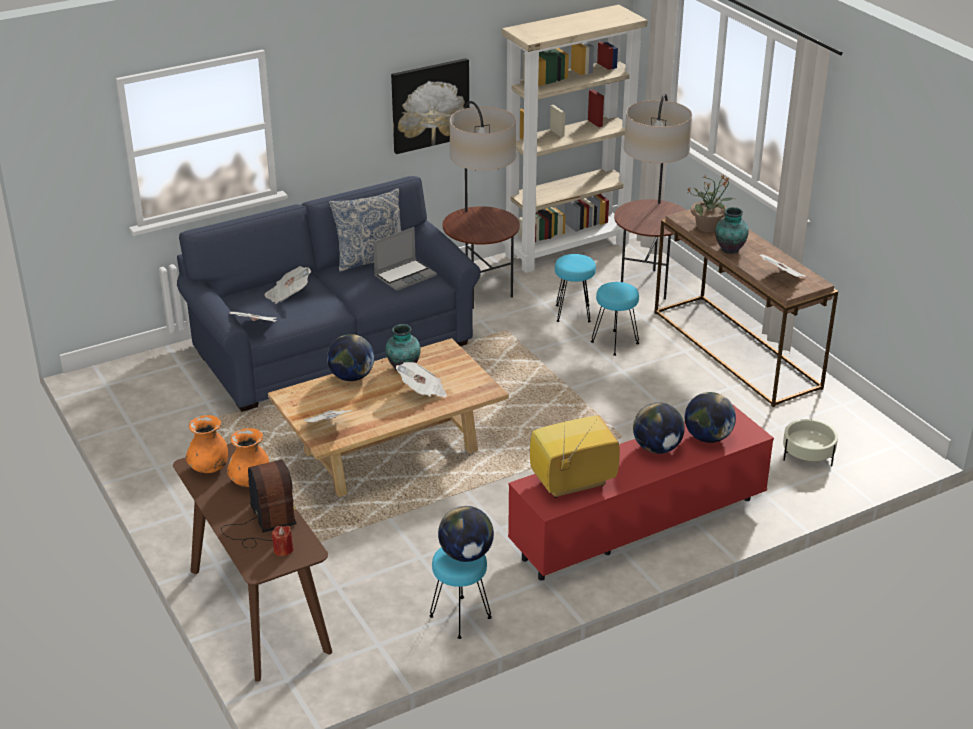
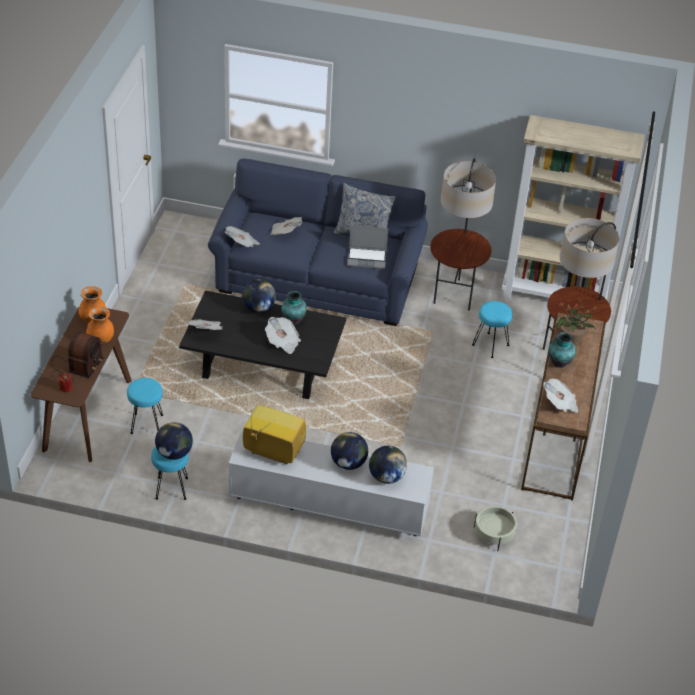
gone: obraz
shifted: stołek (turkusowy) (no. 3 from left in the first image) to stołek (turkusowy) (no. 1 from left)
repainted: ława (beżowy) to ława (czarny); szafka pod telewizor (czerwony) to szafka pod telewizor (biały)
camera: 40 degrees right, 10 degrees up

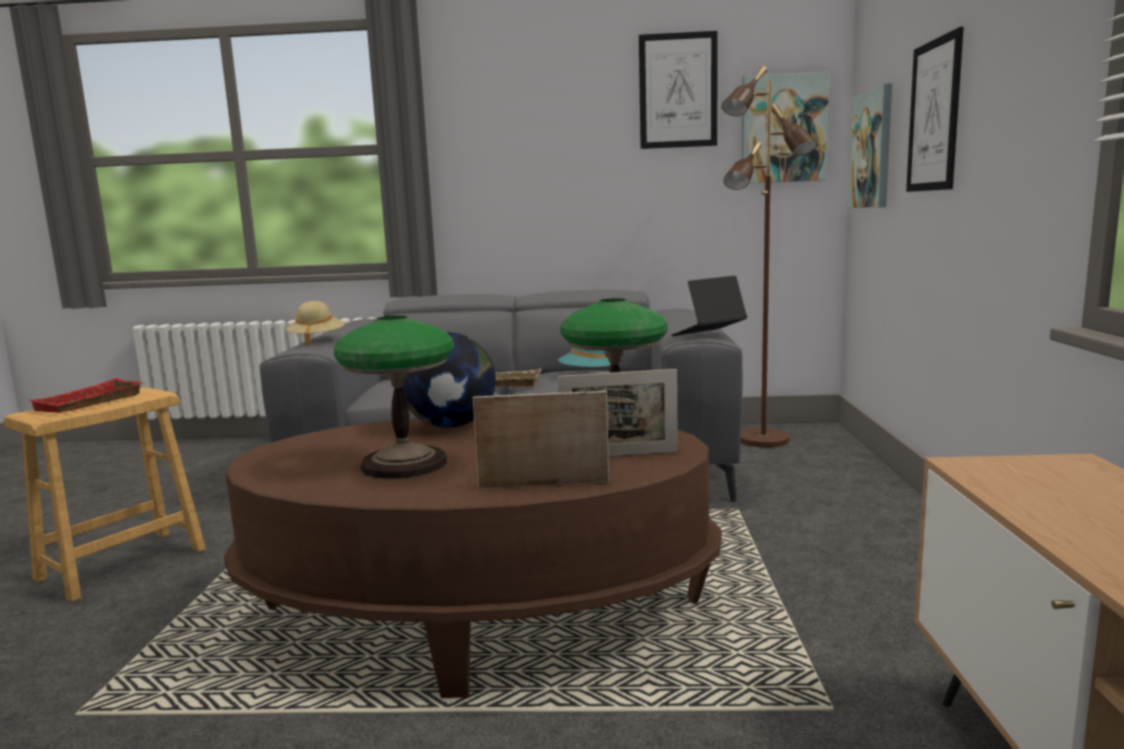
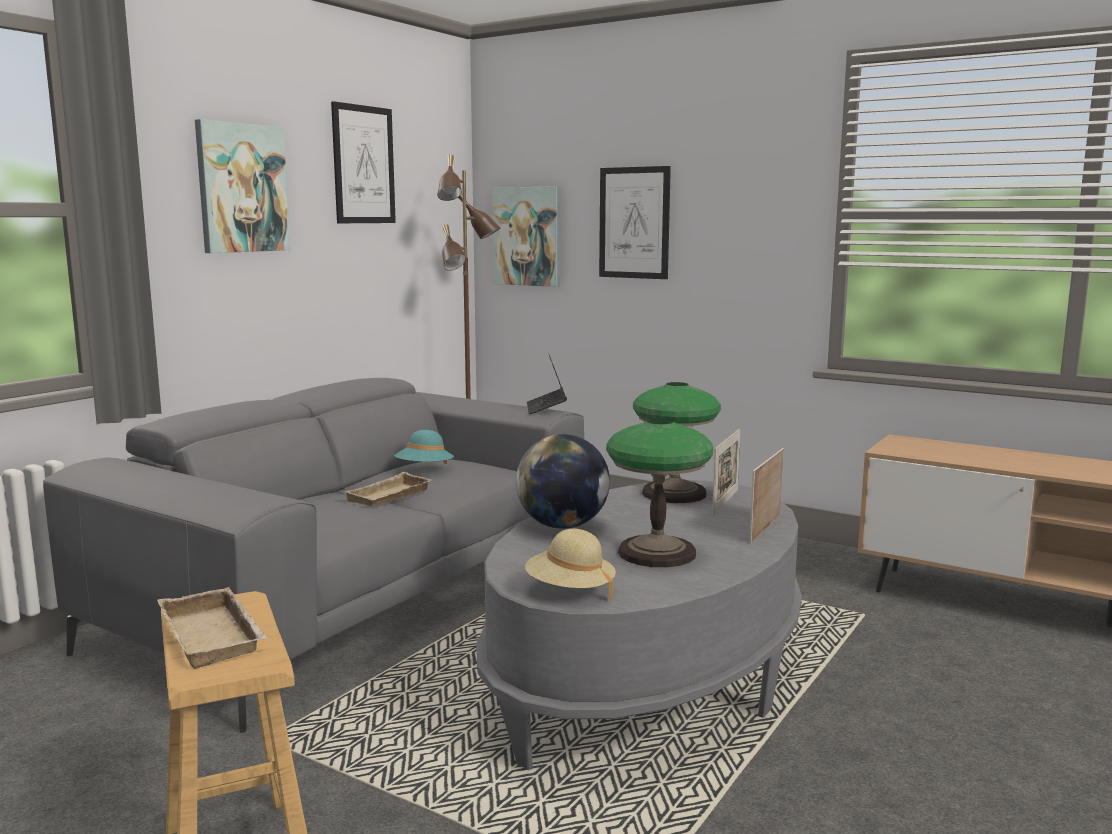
shifted: obraz (no. 2 from left in the first image) to obraz (no. 1 from left); kapelusz (beżowy)
repainted: taca (czerwony) to taca (beżowy) (no. 1 from left); ława (brązowy) to ława (szary)
camera: 60 degrees left, 0 degrees up

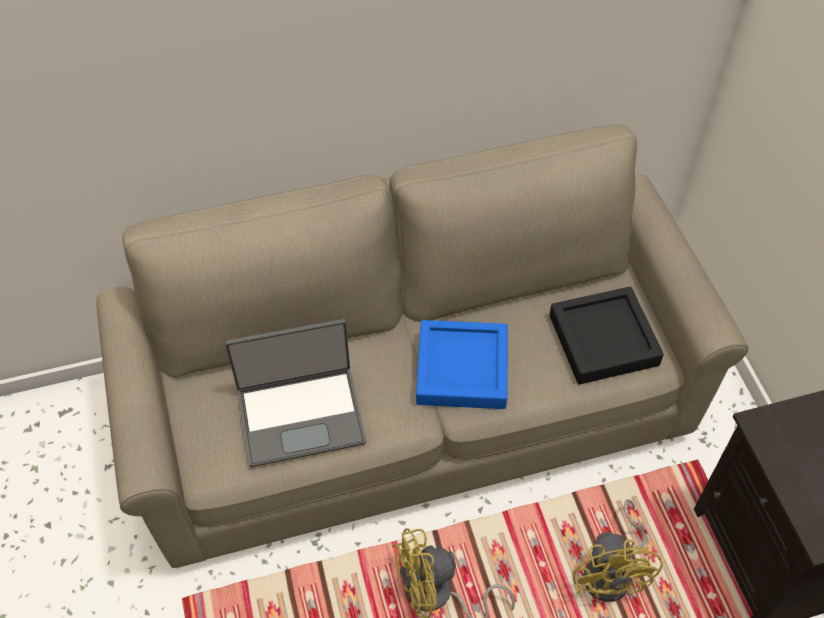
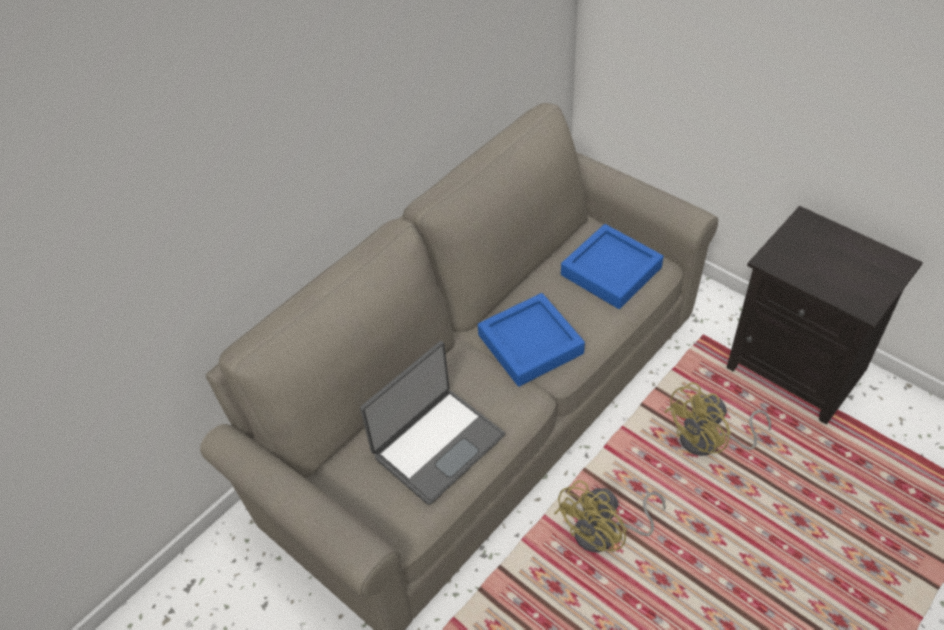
repainted: taca (czarny) to taca (niebieski) (no. 2 from left)
rotated: wentylator (żółty) (no. 2 from left) 90 degrees clockwise
camera: 30 degrees left, 5 degrees down

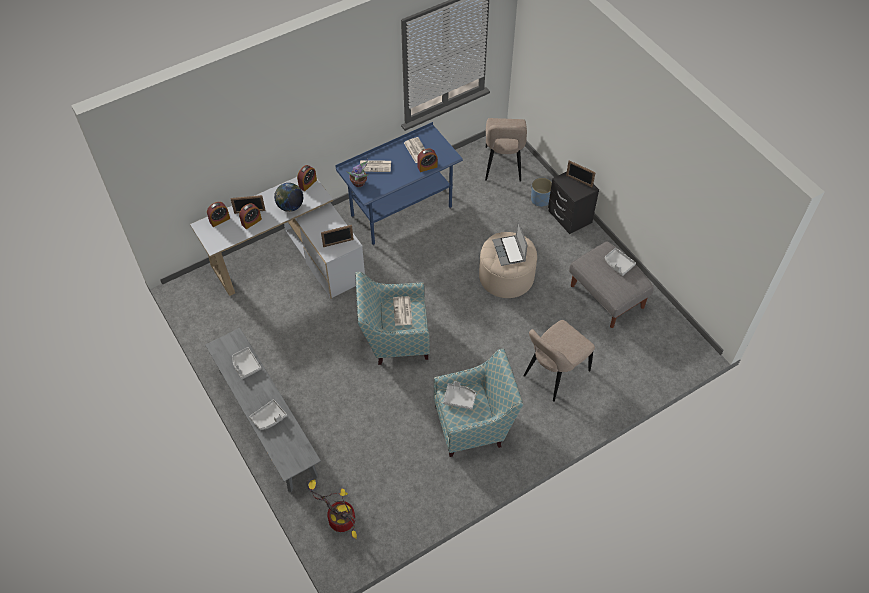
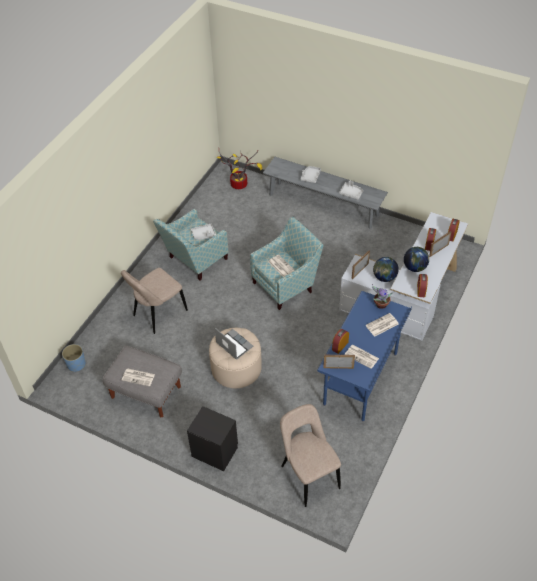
new: globus (no. 1 from left)
shifted: donica (niebieski); ramka na zdjęcie (no. 3 from left in the first image) to ramka na zdjęcie (no. 1 from left)
swapped: taca (szary) (no. 4 from left) to gazeta (no. 1 from left)
rotated: krzesło (beżowy) (no. 2 from left in the first image) 150 degrees counterclockwise
camera: 150 degrees right, 5 degrees down

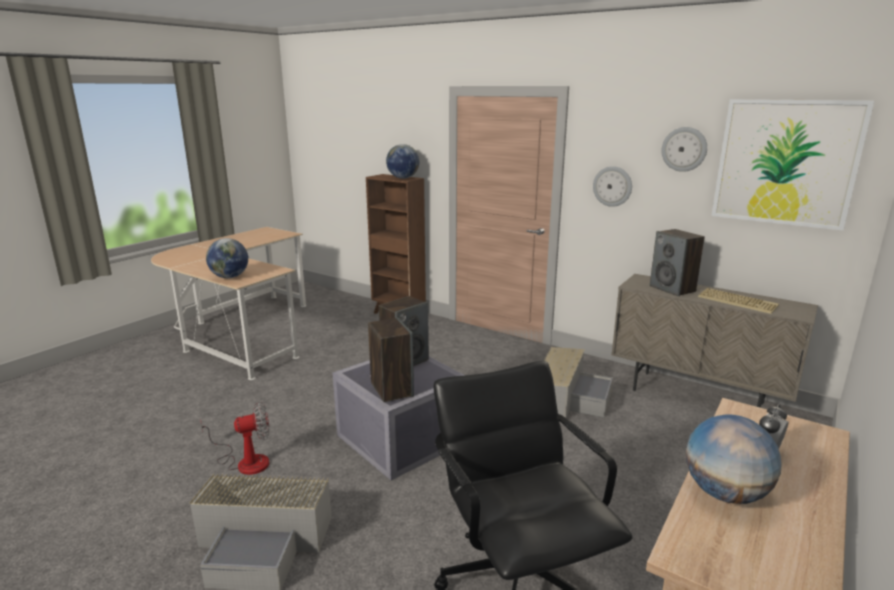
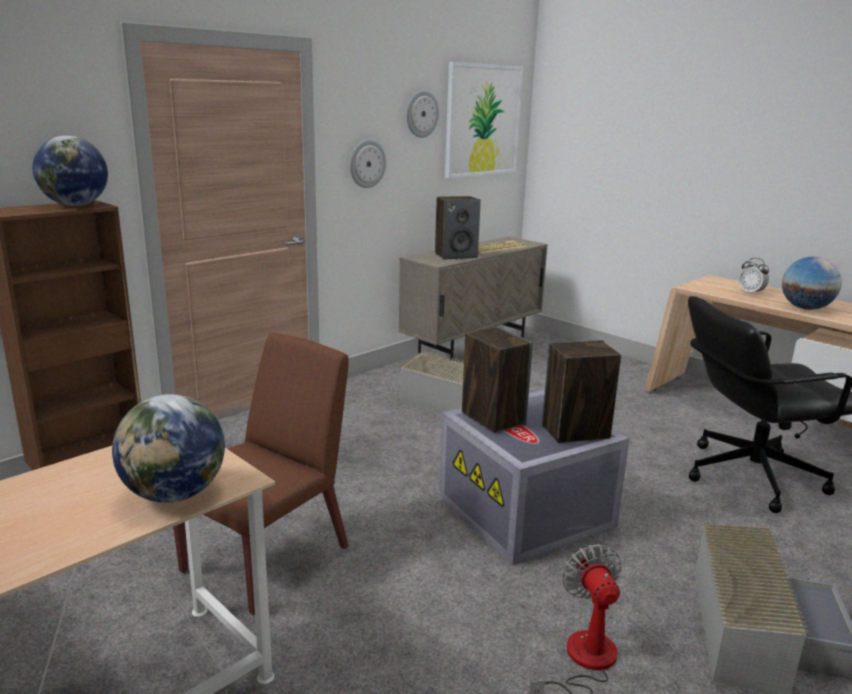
new: krzesło (brązowy)
camera: 80 degrees left, 0 degrees up

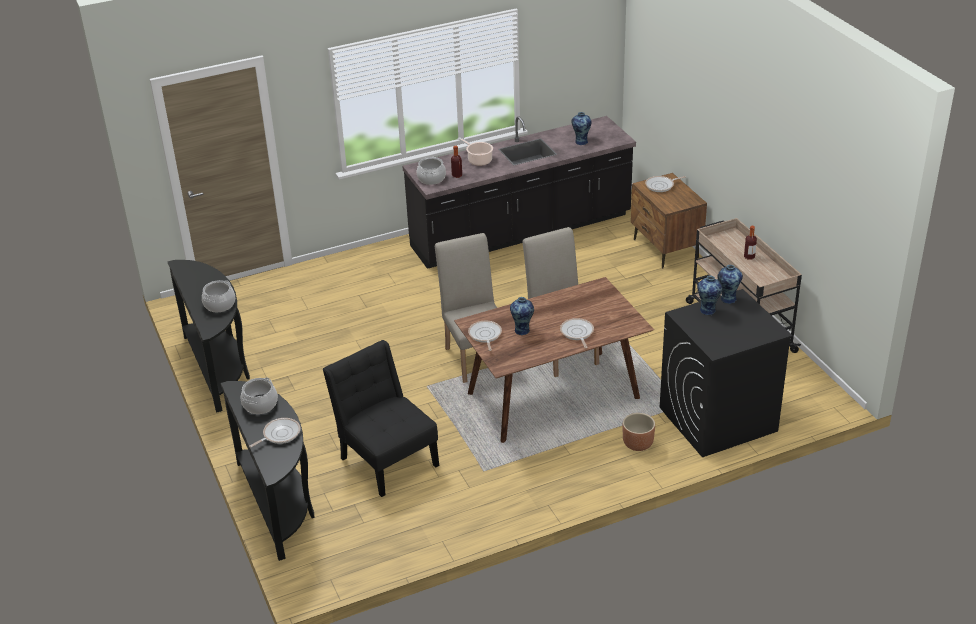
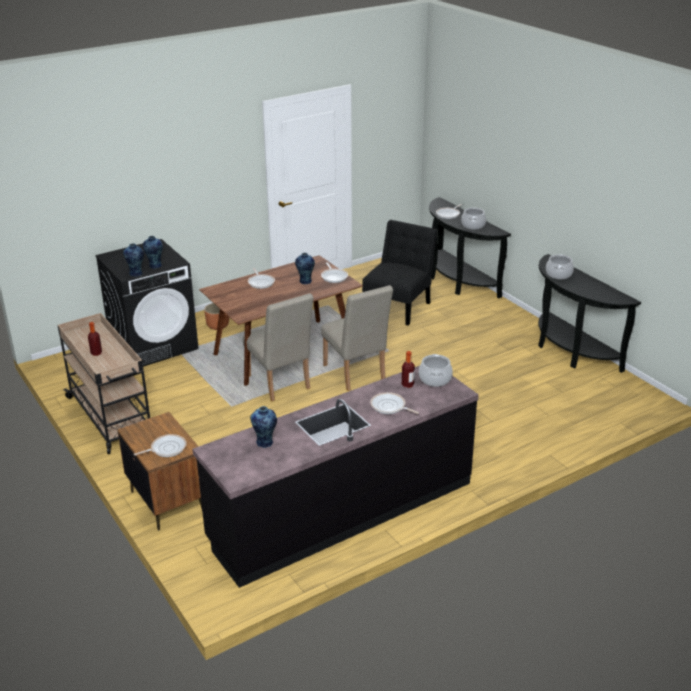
swapped: garnek (no. 4 from left) to patelnia (no. 4 from left)
rotated: krzesło (czarny) 105 degrees counterclockwise
camera: 170 degrees right, 5 degrees down

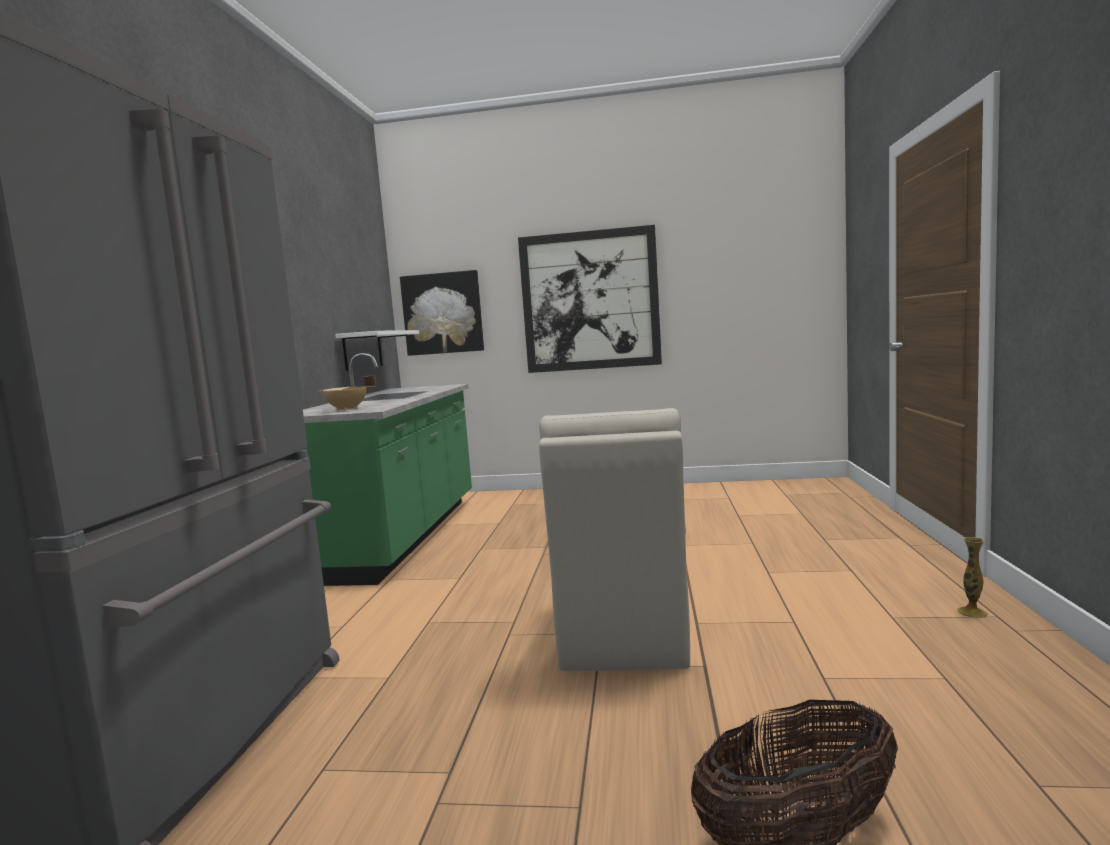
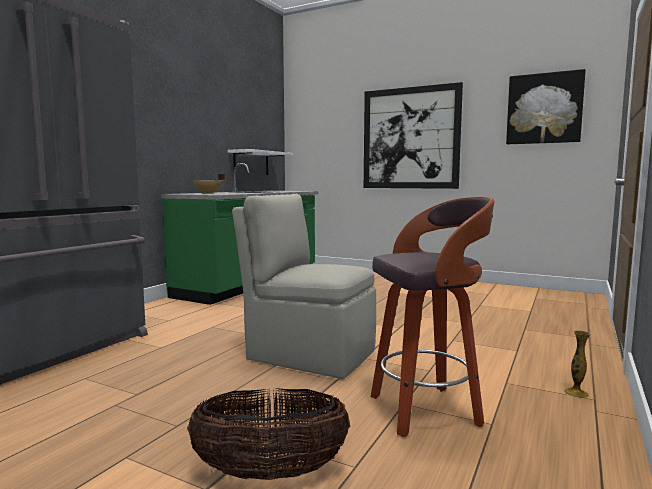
new: stołek
shifted: obraz (no. 1 from left in the first image) to obraz (no. 2 from left)
rotated: krzesło (beżowy) 90 degrees clockwise
camera: 20 degrees right, 0 degrees up

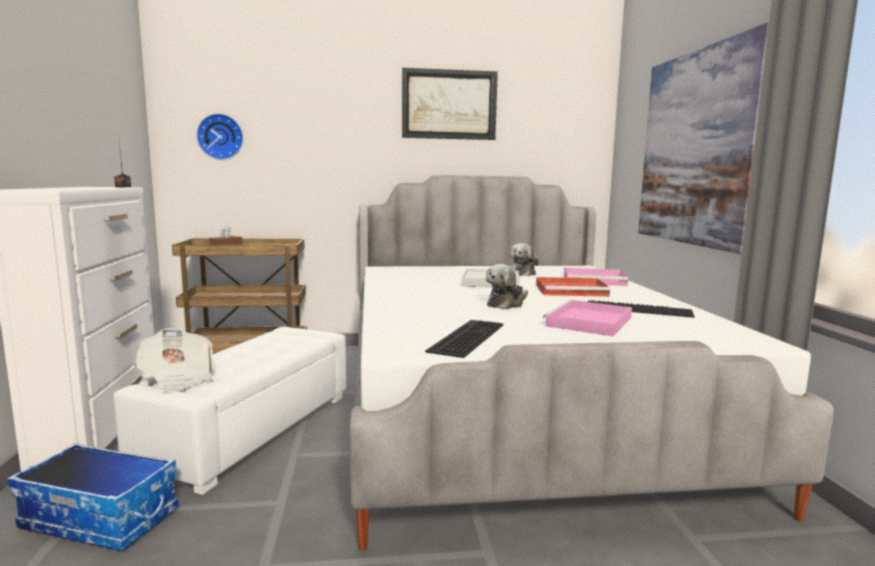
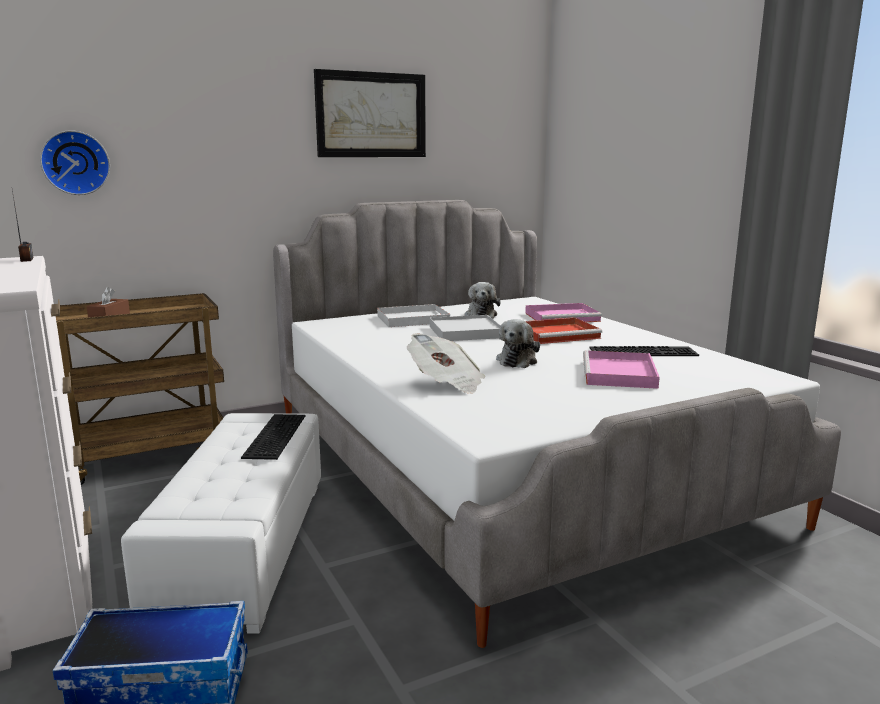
gone: obraz (no. 2 from left)
new: taca (biały) (no. 1 from left)
shifted: klawiatura (no. 1 from left); gazeta
camera: 20 degrees left, 5 degrees up

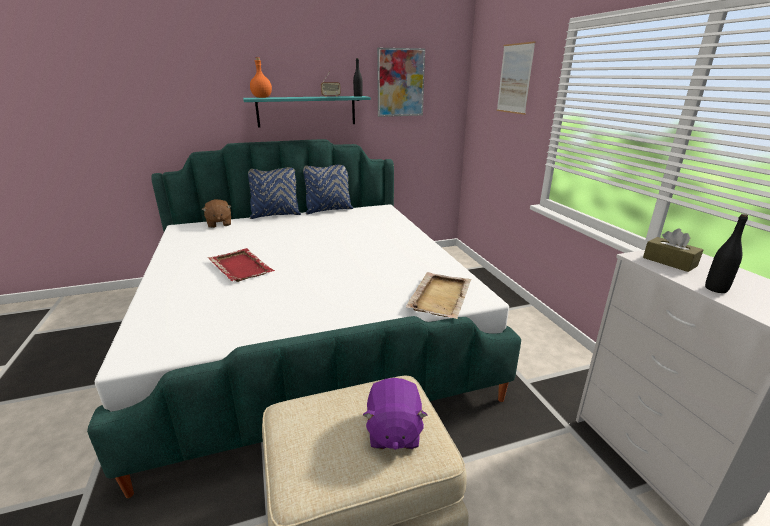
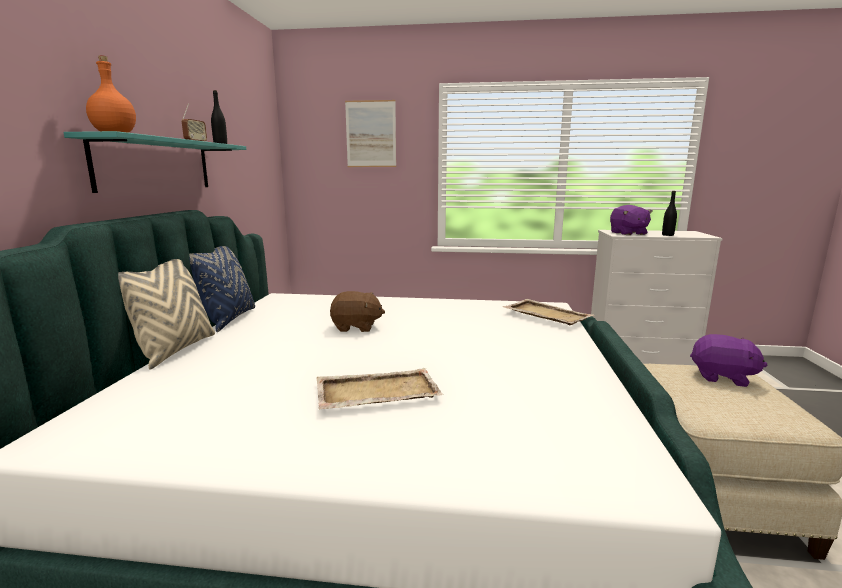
gone: obraz (no. 1 from left)
shifted: pluszak (brązowy)
swapped: pudełko chusteczek (brązowy) to pluszak (fioletowy) (no. 1 from left)
repainted: poduszka (niebieski) (no. 1 from left) to poduszka (beżowy); taca (czerwony) to taca (beżowy) (no. 1 from left)
camera: 65 degrees left, 10 degrees down

